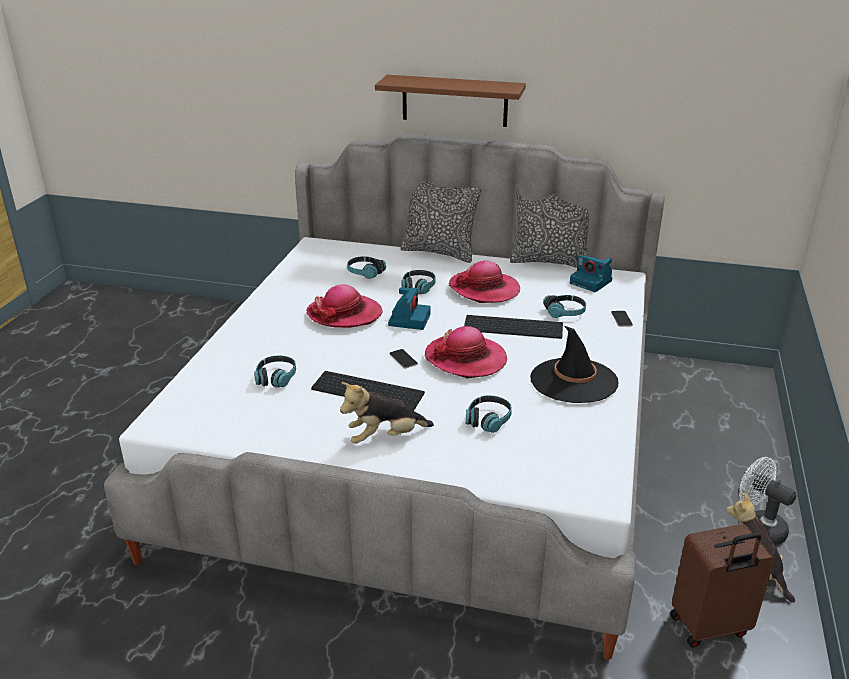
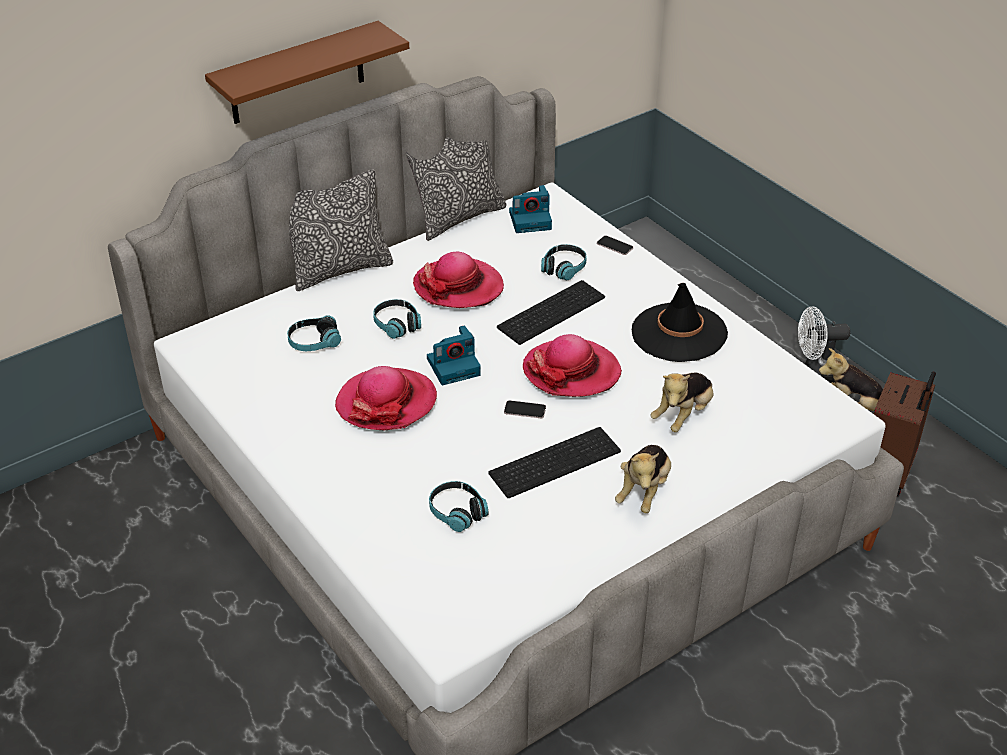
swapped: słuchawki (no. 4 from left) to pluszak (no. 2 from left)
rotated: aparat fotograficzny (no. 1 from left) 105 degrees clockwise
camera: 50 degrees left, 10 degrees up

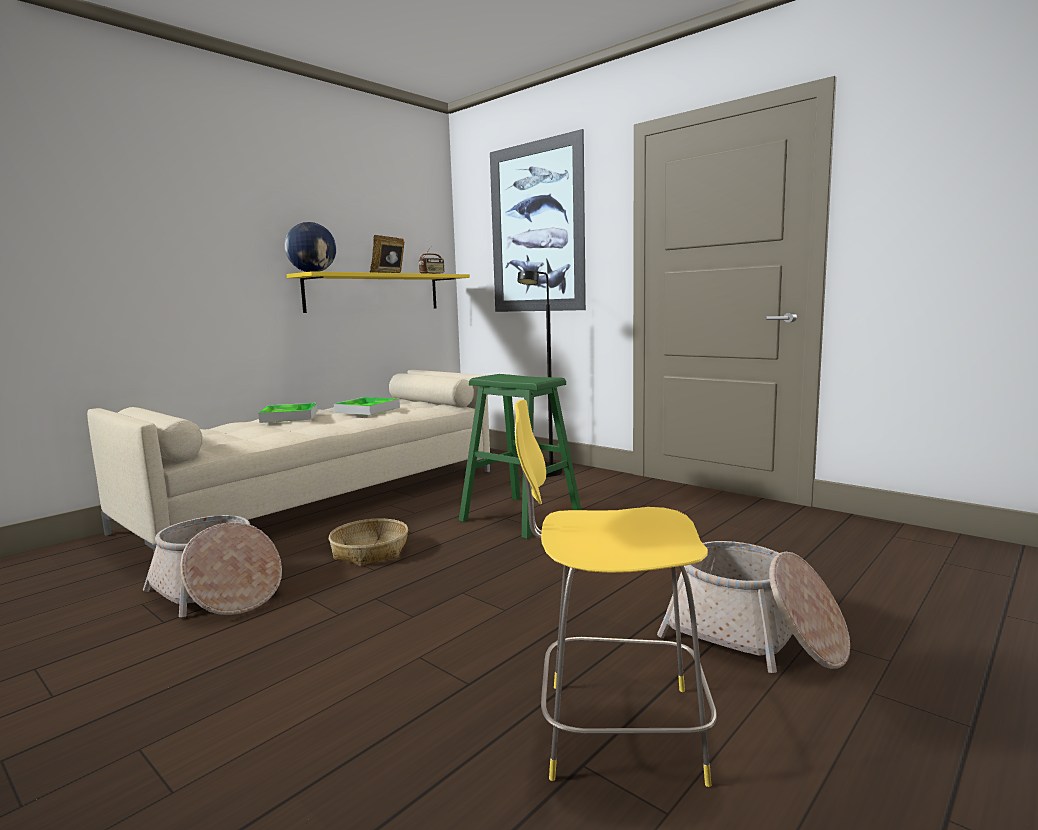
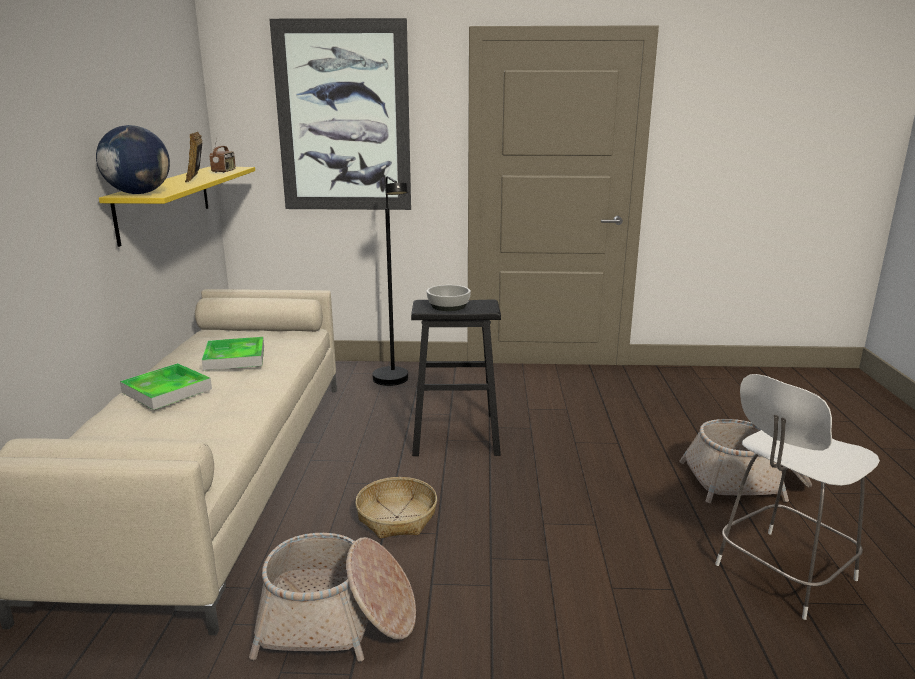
new: miska
repainted: stołek (zielony) to stołek (czarny); stołek (żółty) to stołek (biały)
camera: 40 degrees left, 10 degrees up

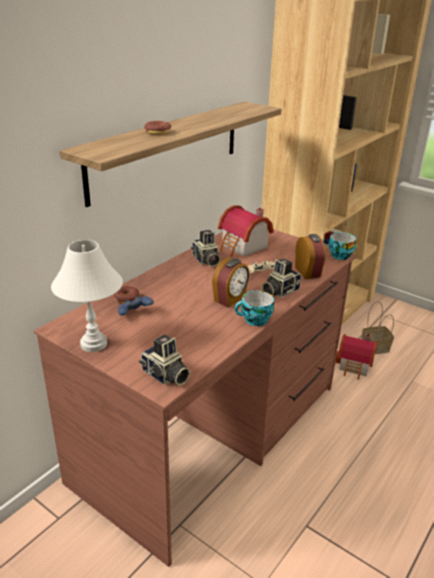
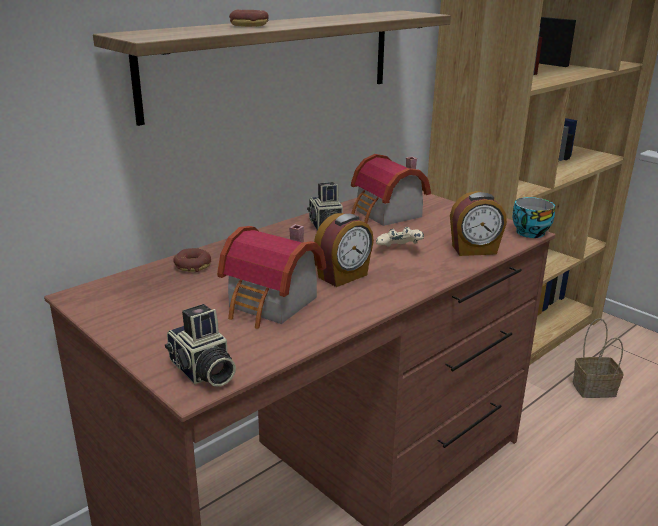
gone: lampa stołowa (biały); pad do gier (niebieski); filiżanka (no. 1 from left); aparat fotograficzny (no. 3 from left)
shifted: domek (no. 2 from left in the first image) to domek (no. 1 from left)
rotated: budzik (no. 2 from left) 90 degrees clockwise
camera: 10 degrees right, 5 degrees down

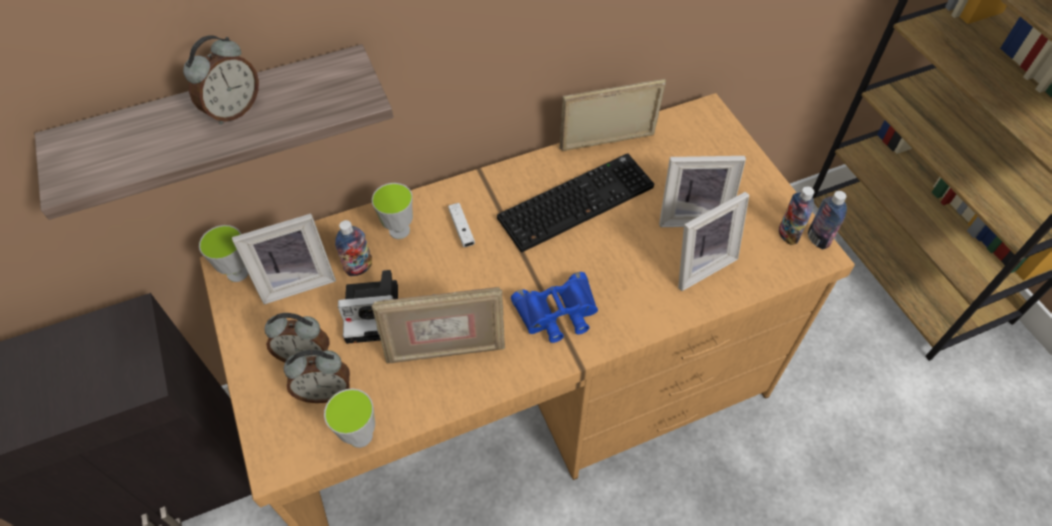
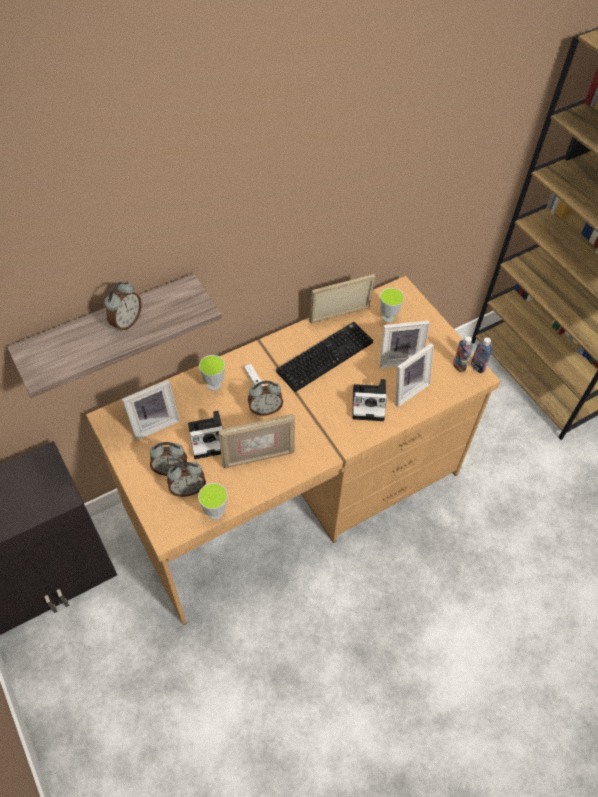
gone: butelka (no. 1 from left); lornetka (niebieski)
new: budzik (no. 4 from left); aparat fotograficzny (no. 2 from left)
shifted: filiżanka (no. 1 from left in the first image) to filiżanka (no. 3 from left)
camera: 10 degrees left, 0 degrees up

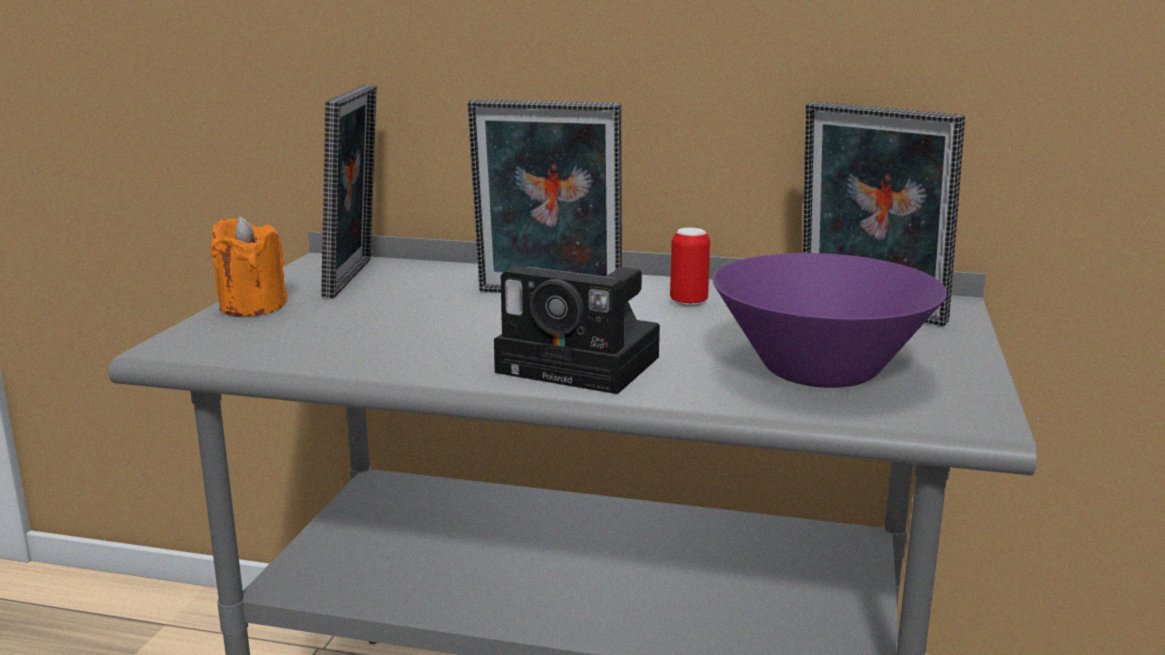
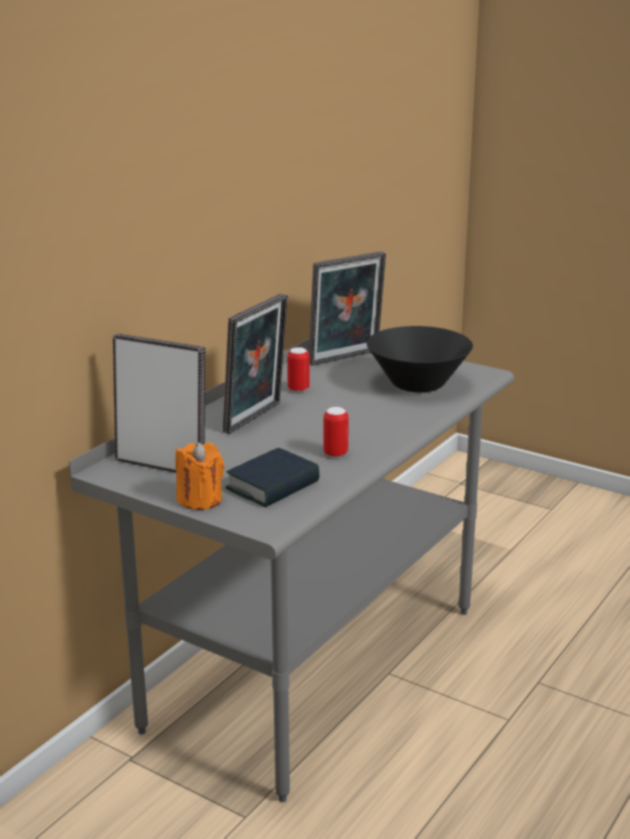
gone: aparat fotograficzny
new: książka; puszka (no. 2 from left)
repainted: miska (fioletowy) to miska (czarny)
camera: 70 degrees left, 5 degrees up

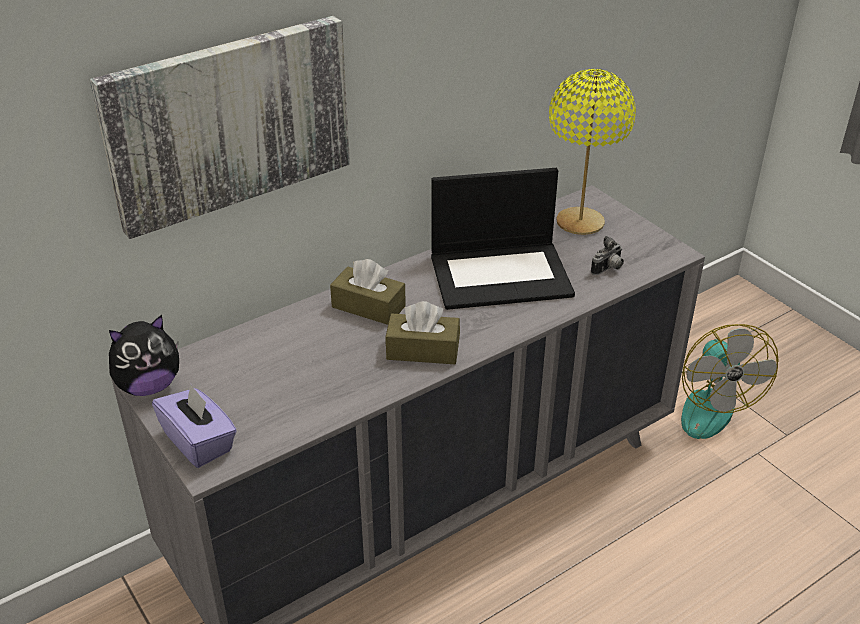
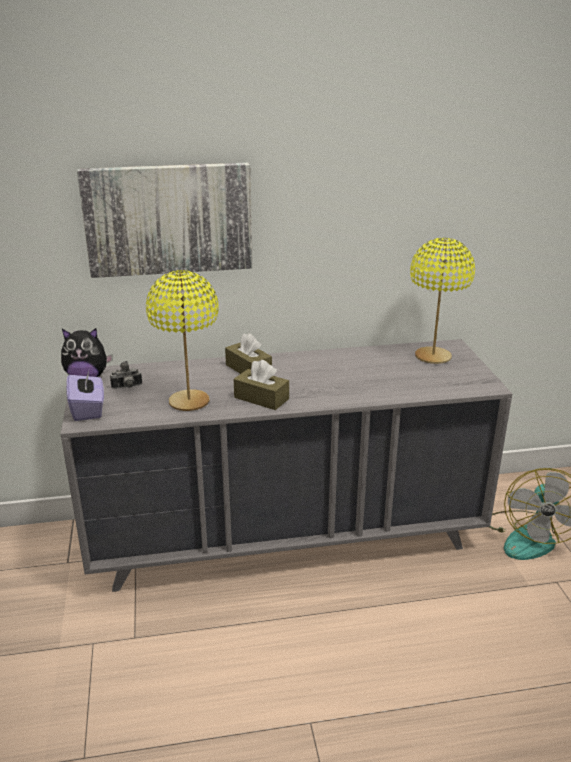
gone: laptop
new: lampa stołowa (żółty) (no. 1 from left)
shifted: aparat fotograficzny
camera: 25 degrees right, 10 degrees down

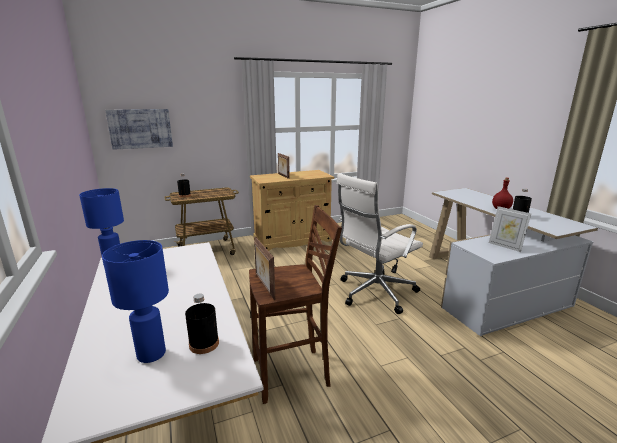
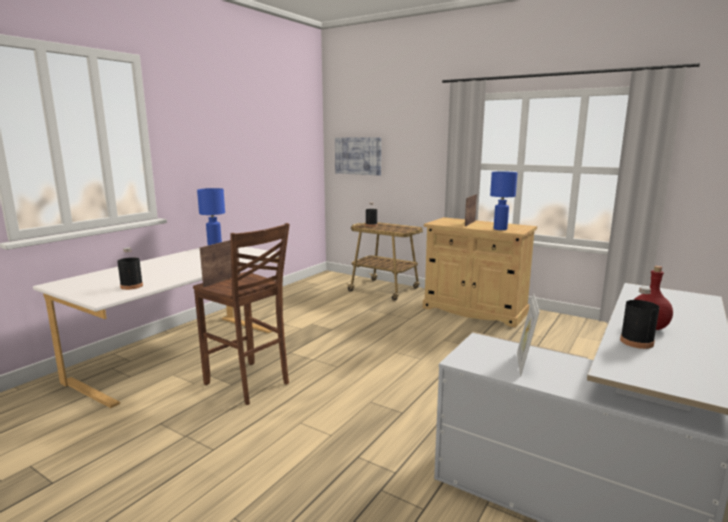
gone: krzesło biurowe (biały)
shifted: lampa stołowa (niebieski) (no. 2 from left)
camera: 55 degrees right, 5 degrees down

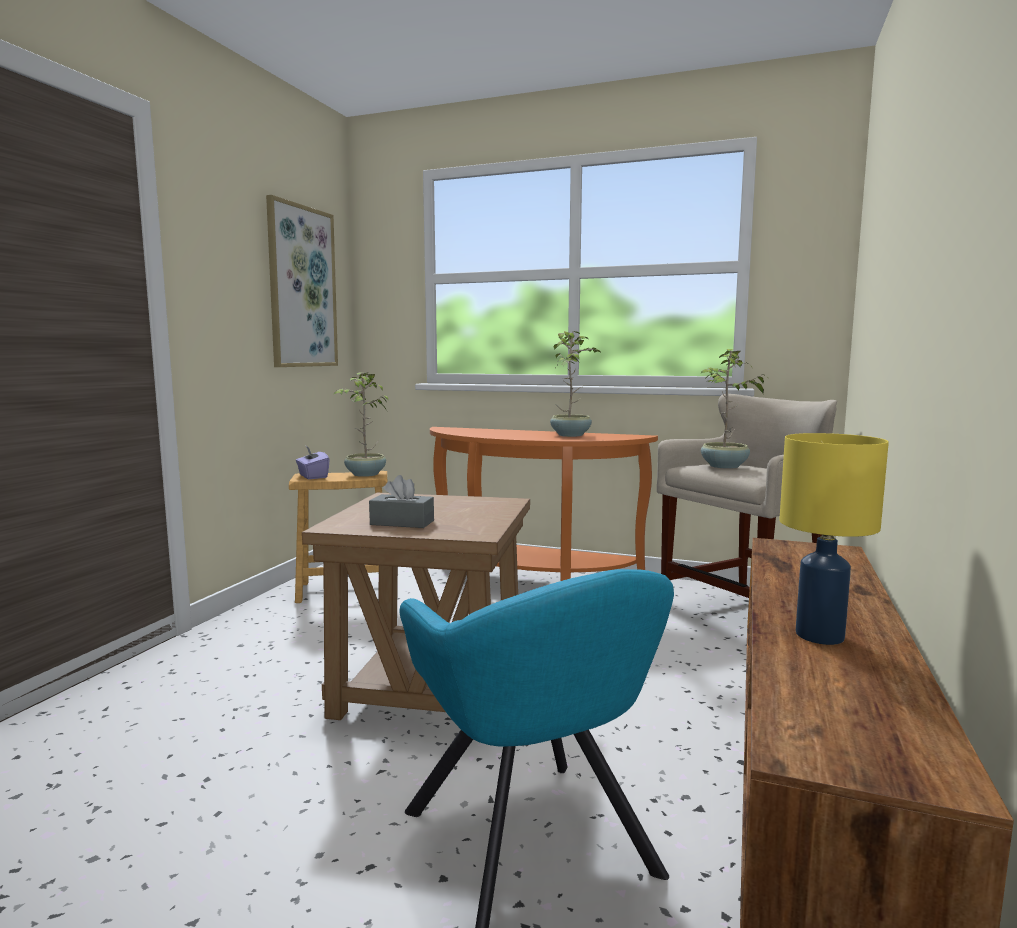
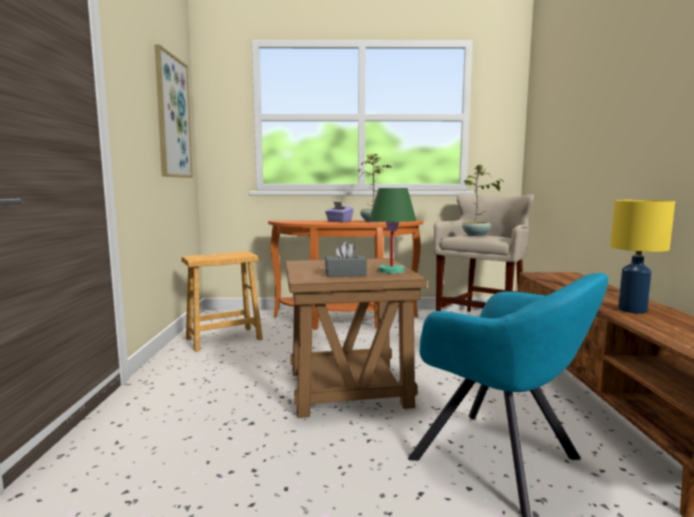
gone: roślina doniczkowa (no. 1 from left)
new: lampa stołowa (zielony)
shifted: pudełko chusteczek (fioletowy)
camera: 20 degrees left, 0 degrees up

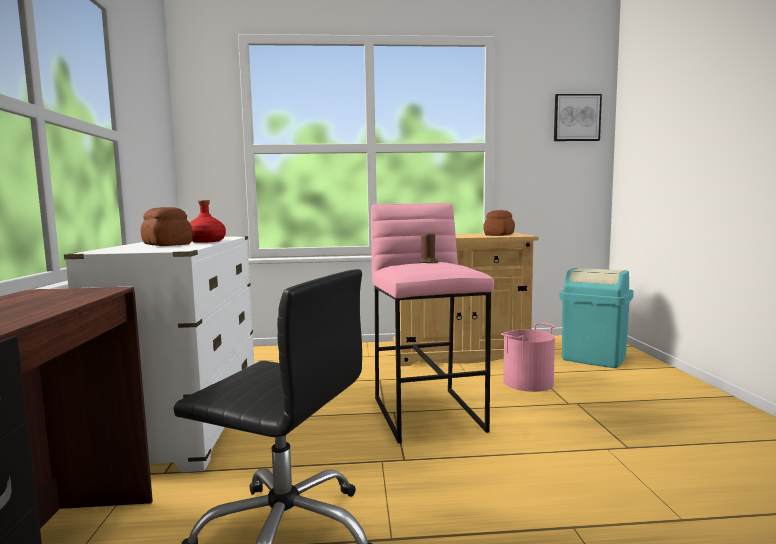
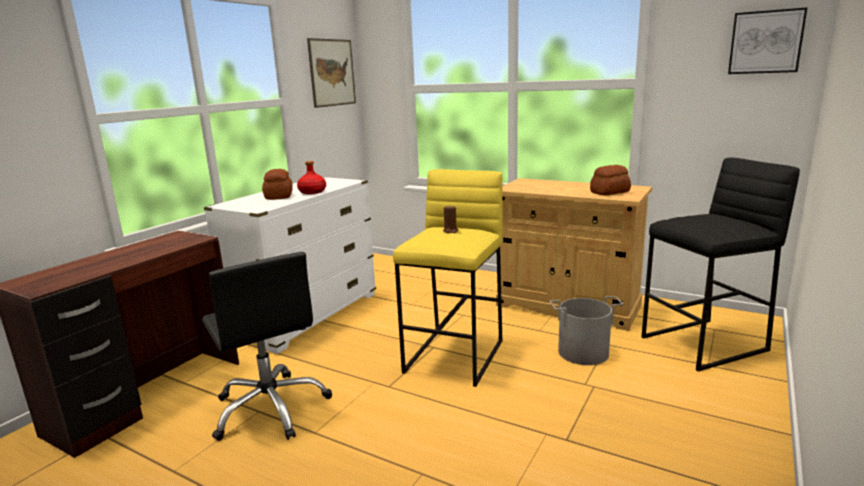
new: obraz (no. 1 from left)
swapped: kosz na śmieci (turkusowy) to stołek (czarny)
repainted: stołek (różowy) to stołek (żółty); wiadro (różowy) to wiadro (szary)
camera: 35 degrees right, 10 degrees up

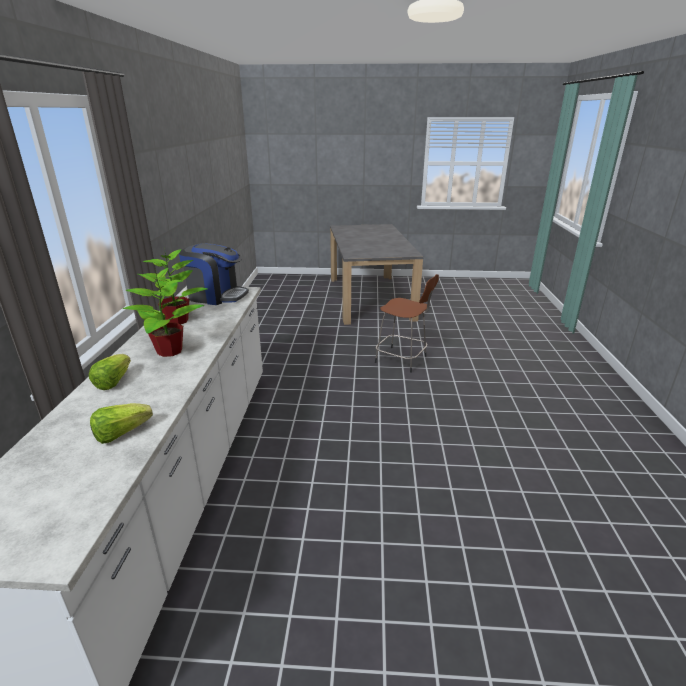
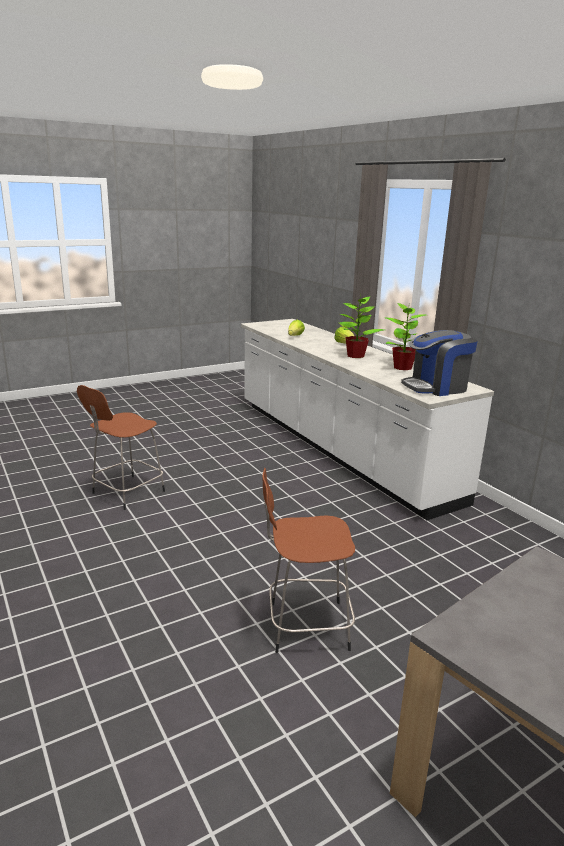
new: stołek (brązowy) (no. 1 from left)
camera: 145 degrees right, 5 degrees down

